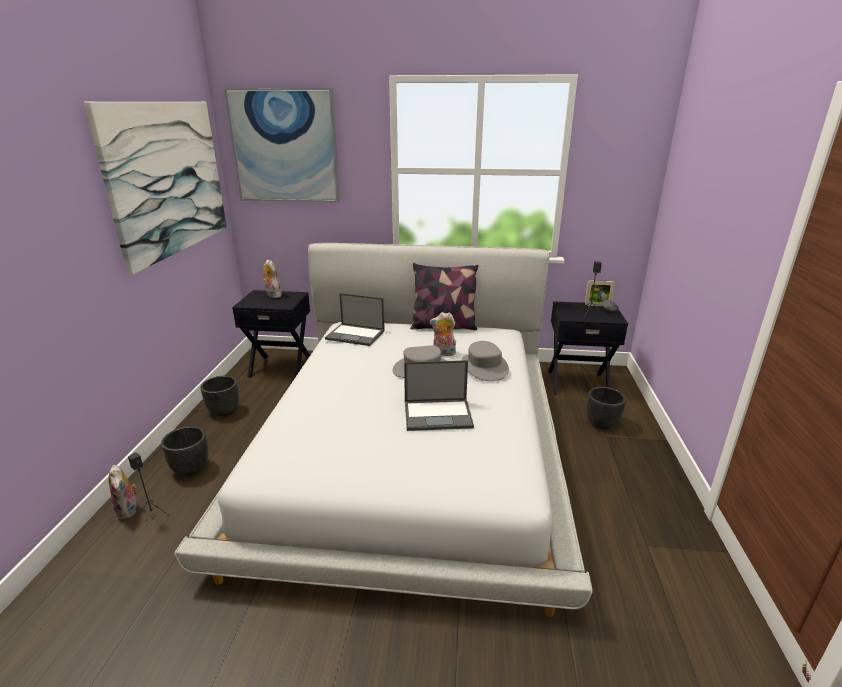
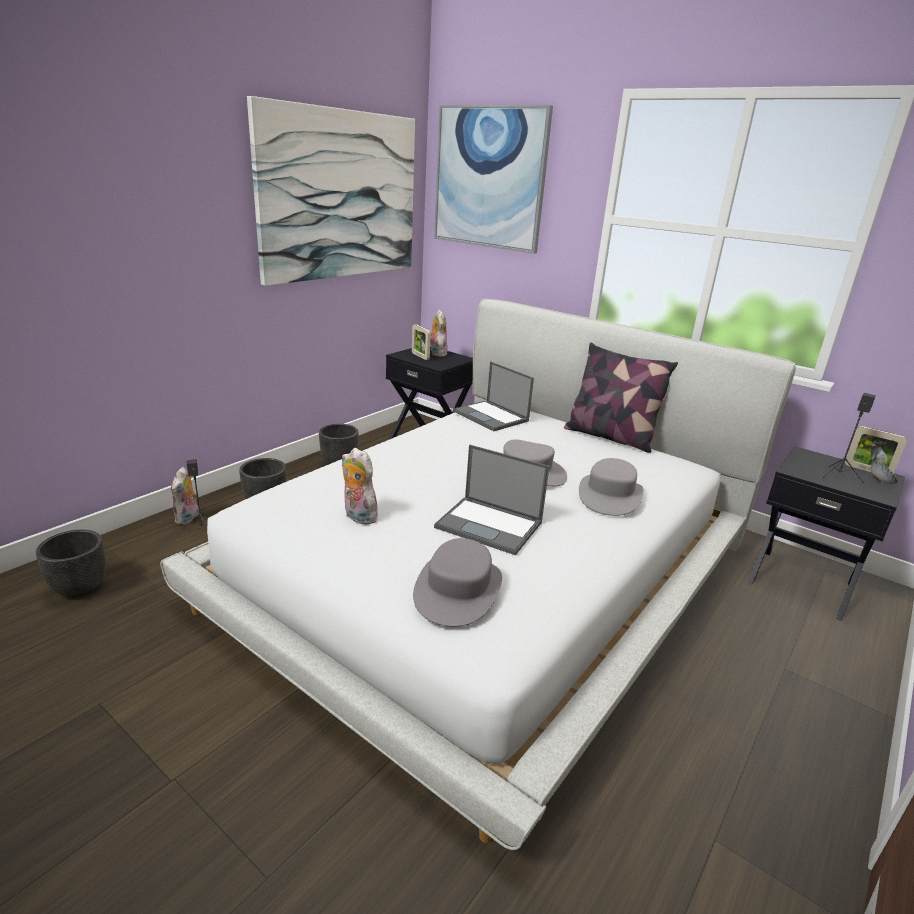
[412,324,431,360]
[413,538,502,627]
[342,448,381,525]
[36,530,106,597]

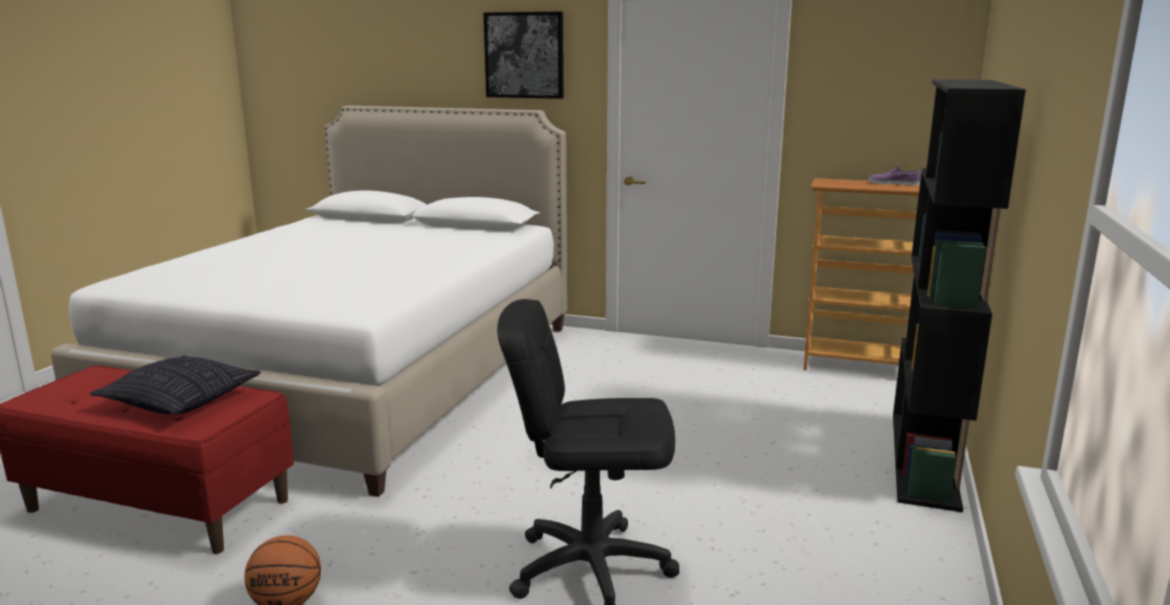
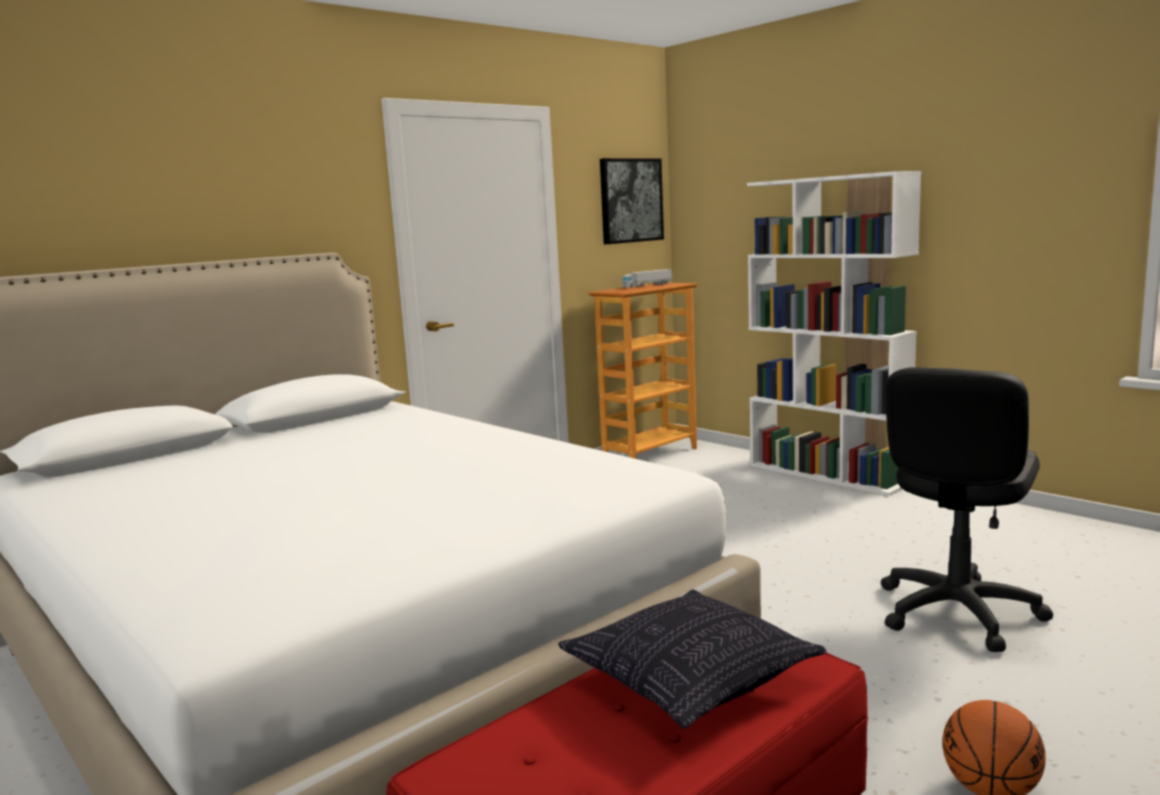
[600,158,664,244]
[622,269,672,288]
[747,171,921,496]

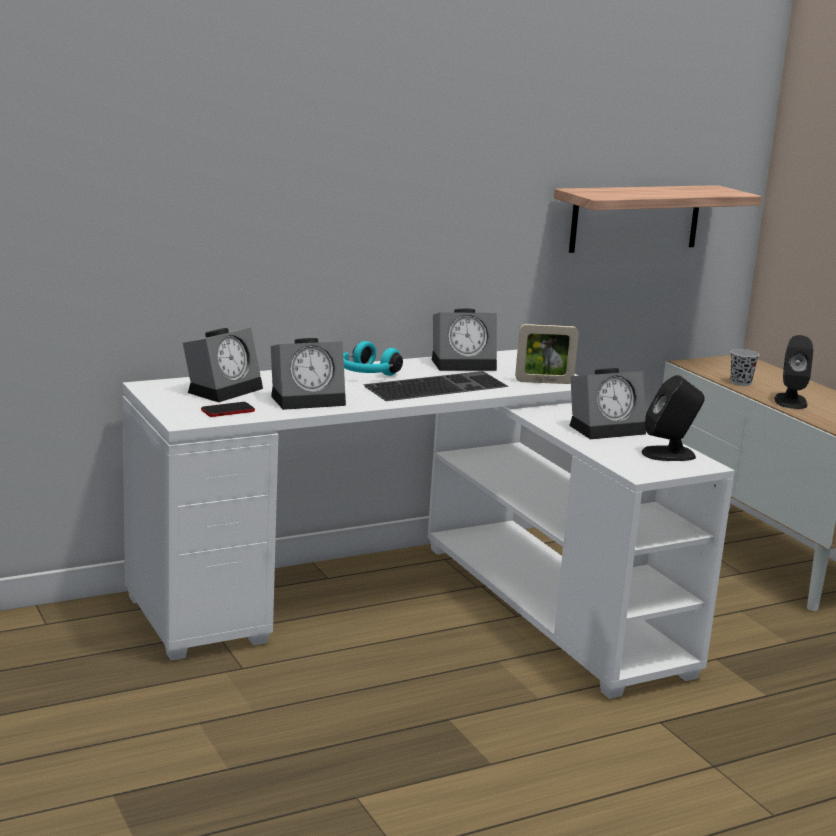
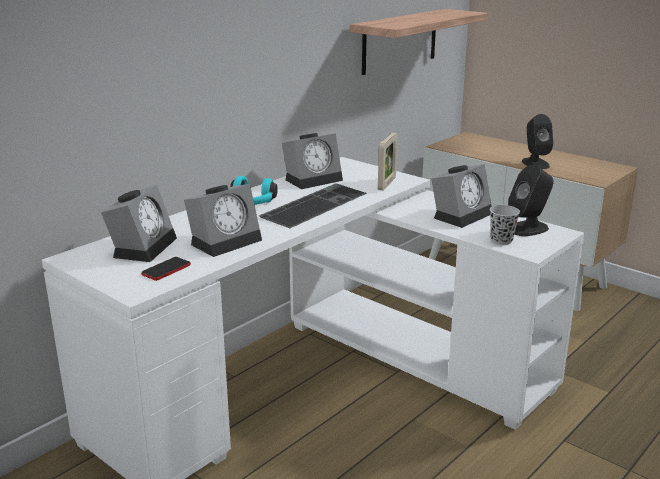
[490,205,520,245]
[378,133,398,191]

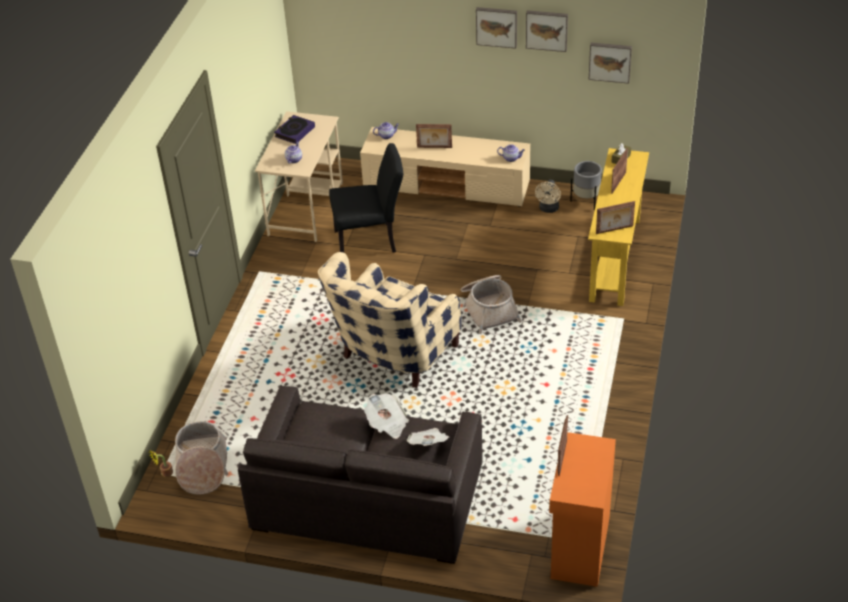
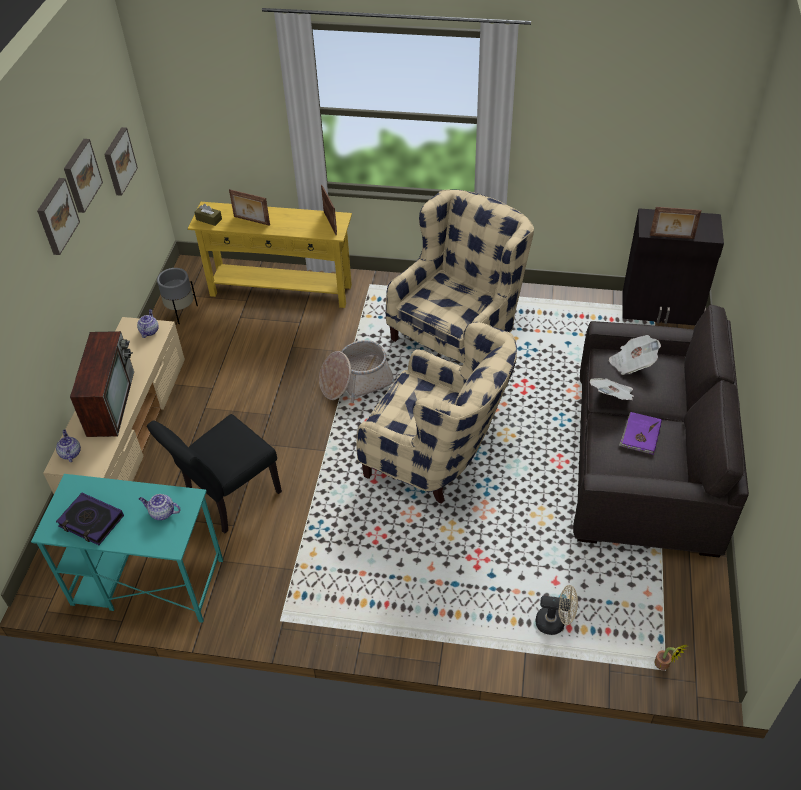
[175,421,228,495] (first image)
[386,189,534,363]
[619,412,662,454]
[536,585,578,635]
[70,331,134,437]
[31,474,223,623]
[622,208,724,325]
[147,414,282,533]

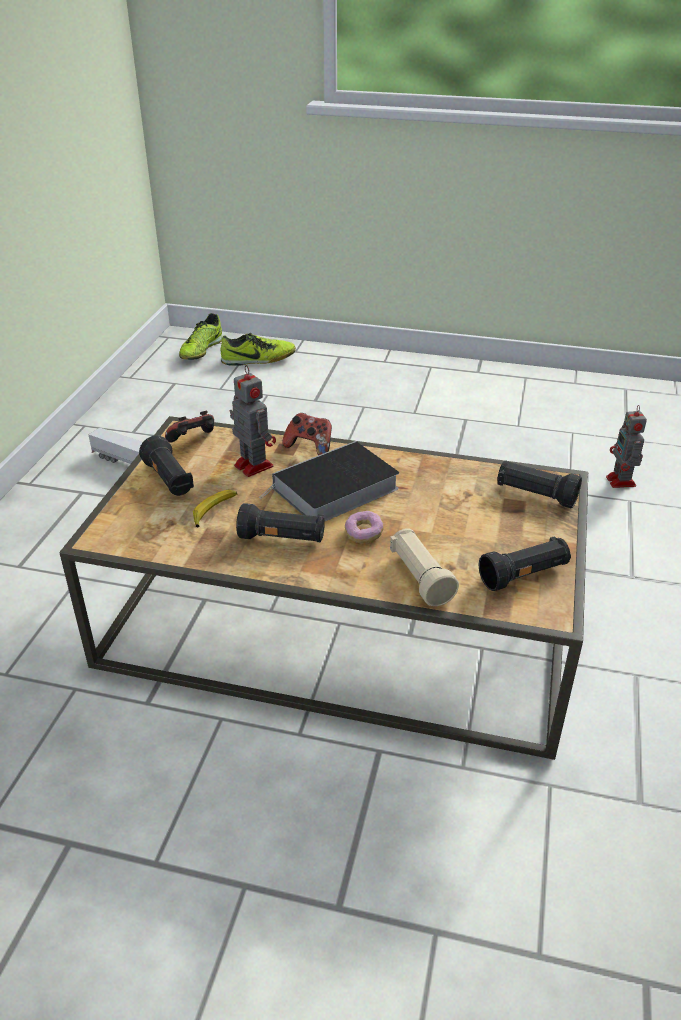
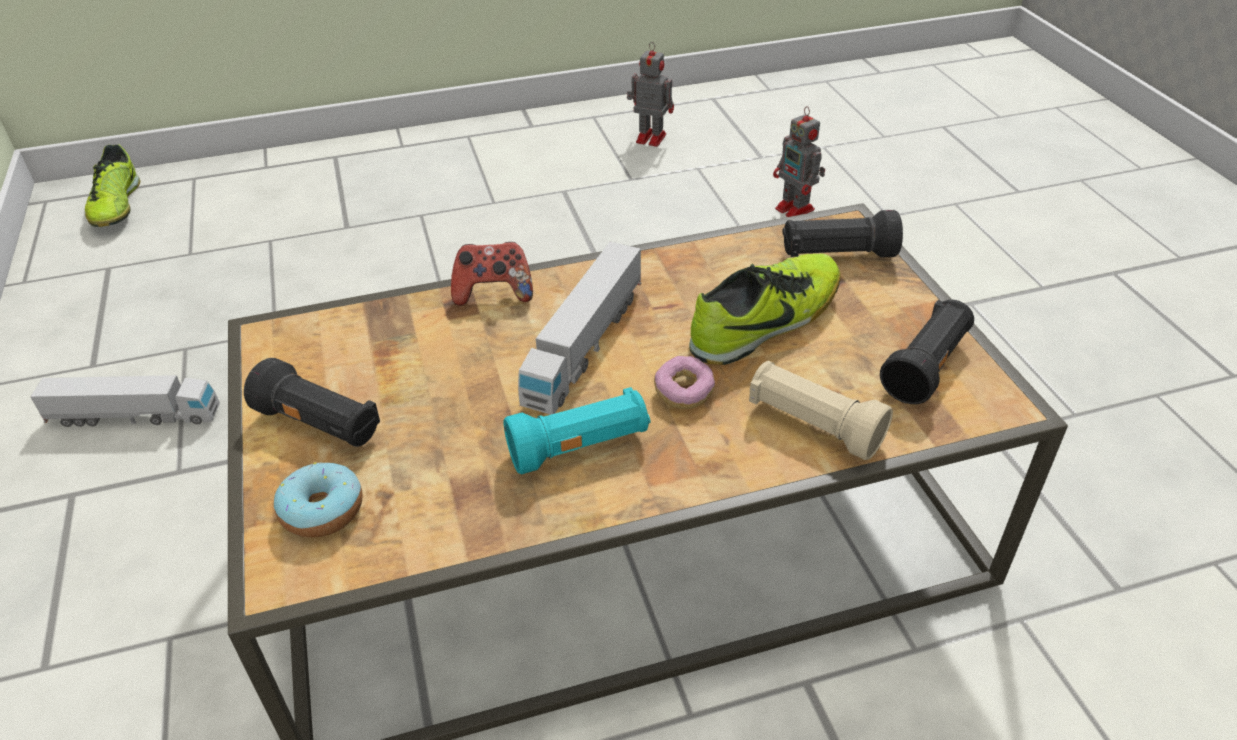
[165,411,214,442] (first image)
[193,489,237,527] (first image)
[274,462,363,538]
[689,254,841,365]
[627,42,674,147]
[518,242,642,415]
[503,387,650,474]

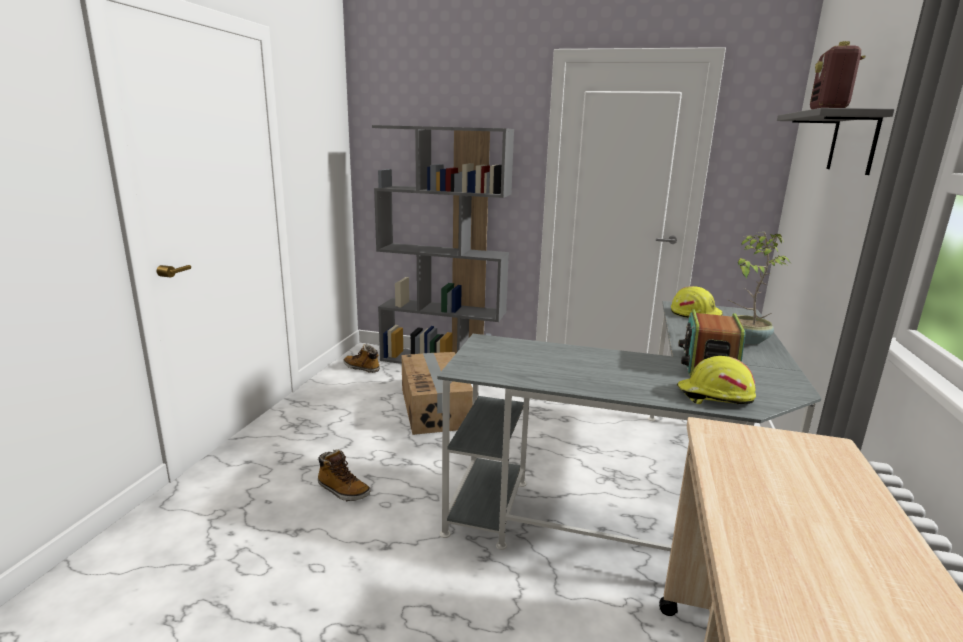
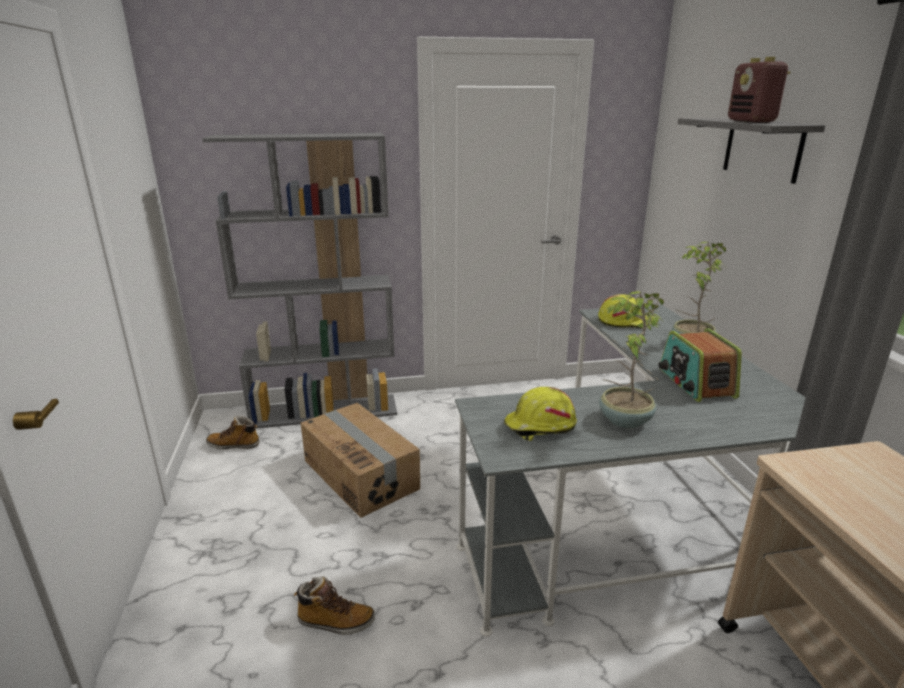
[599,291,664,428]
[504,387,577,441]

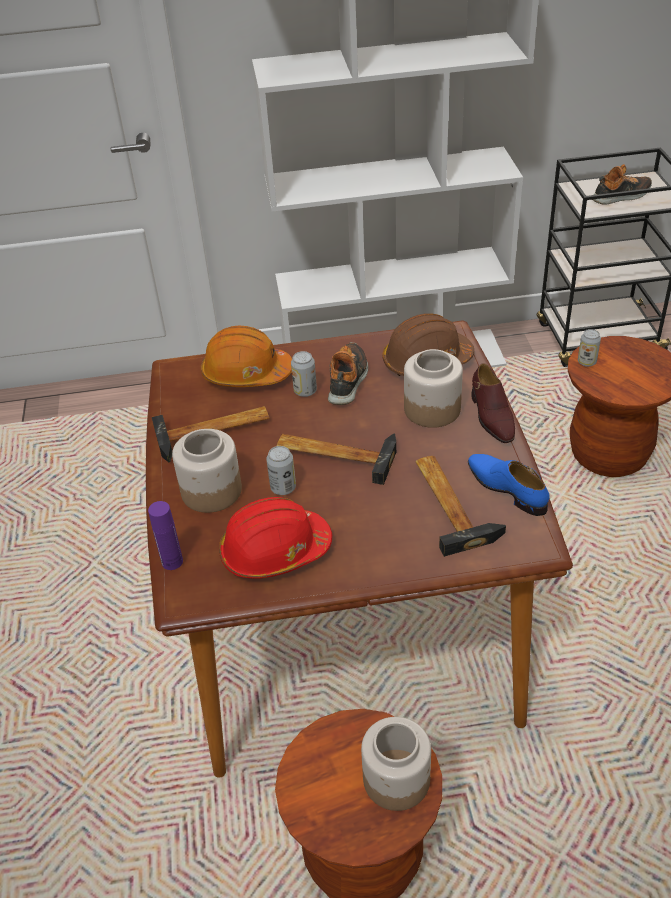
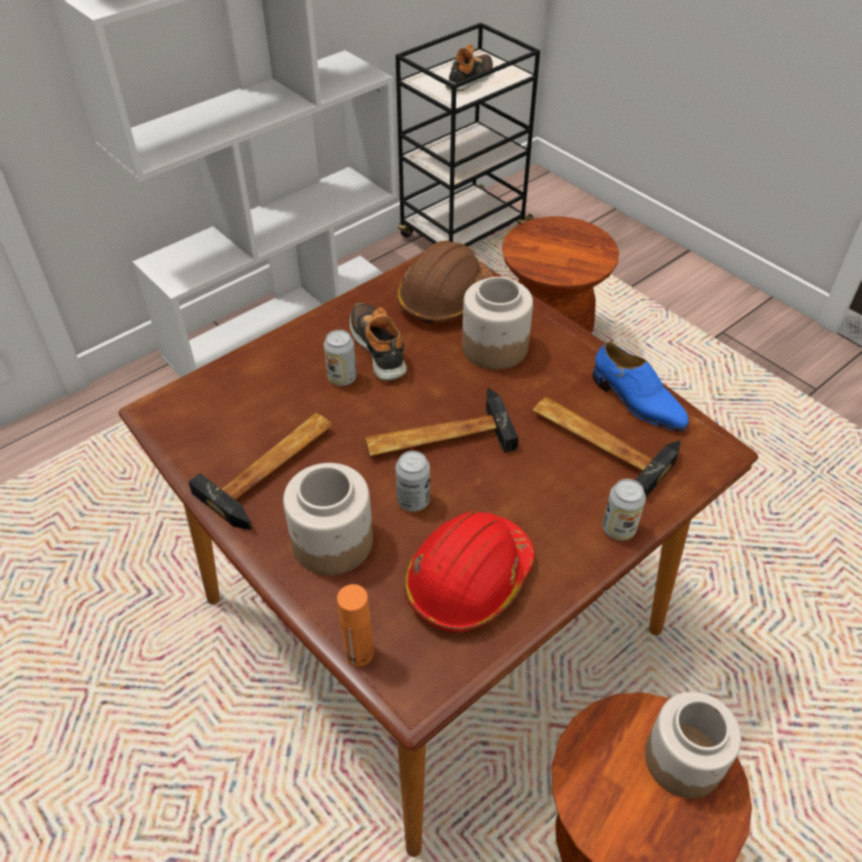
[201,325,292,387] (first image)
[471,363,515,443] (first image)
[602,479,646,541]
[337,584,374,667]
[593,342,689,431]

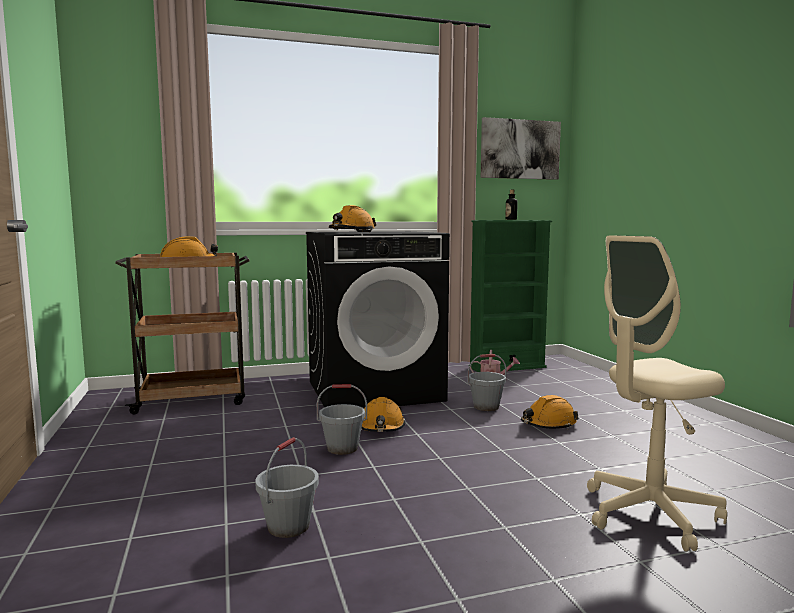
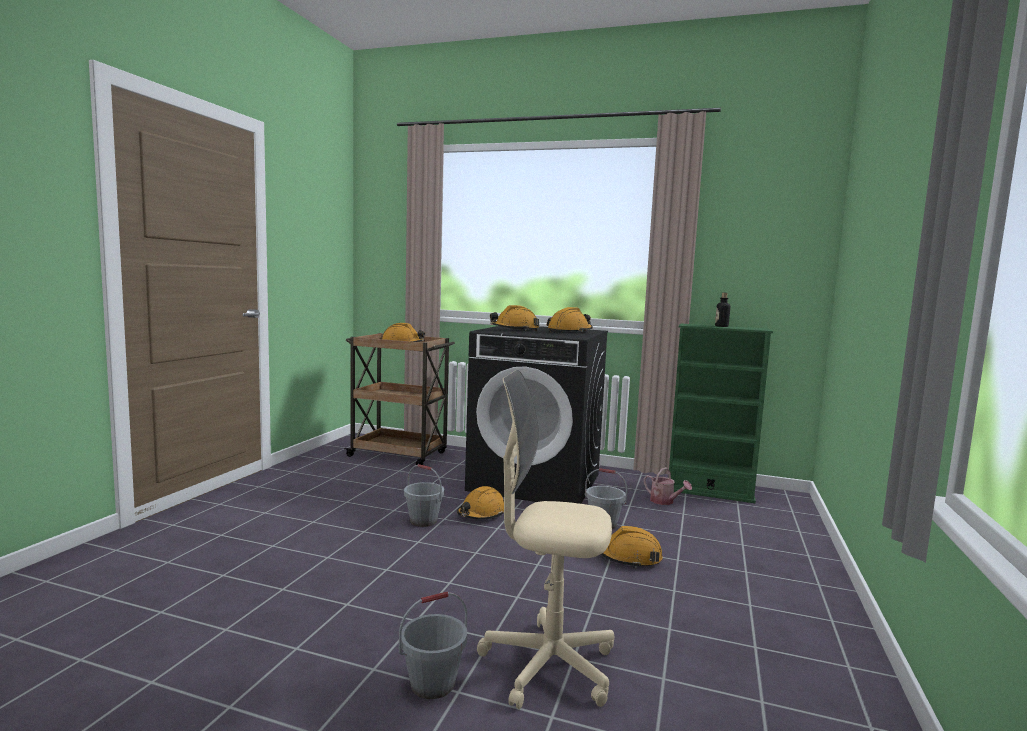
[481,117,561,180] (first image)
[546,307,593,333]
[399,592,467,699]

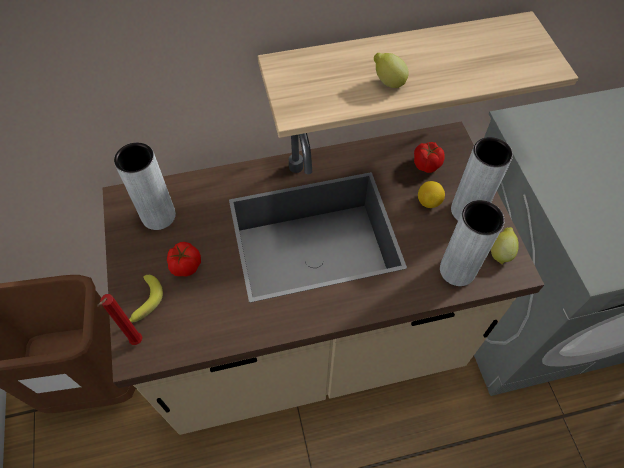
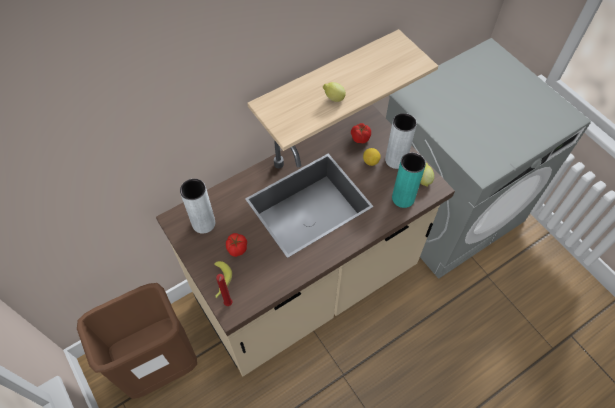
[392,153,426,208]

